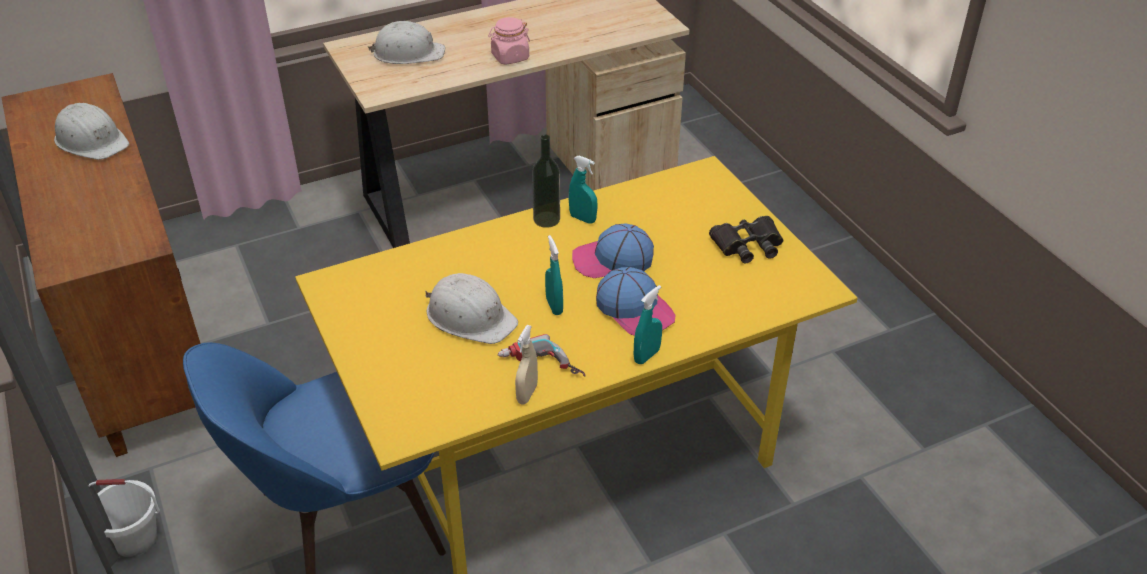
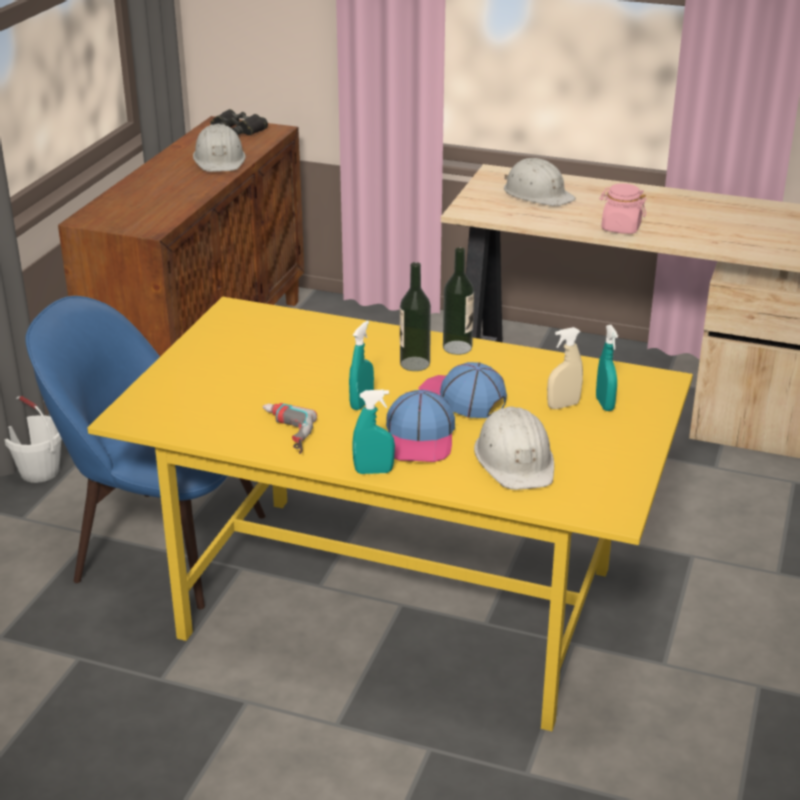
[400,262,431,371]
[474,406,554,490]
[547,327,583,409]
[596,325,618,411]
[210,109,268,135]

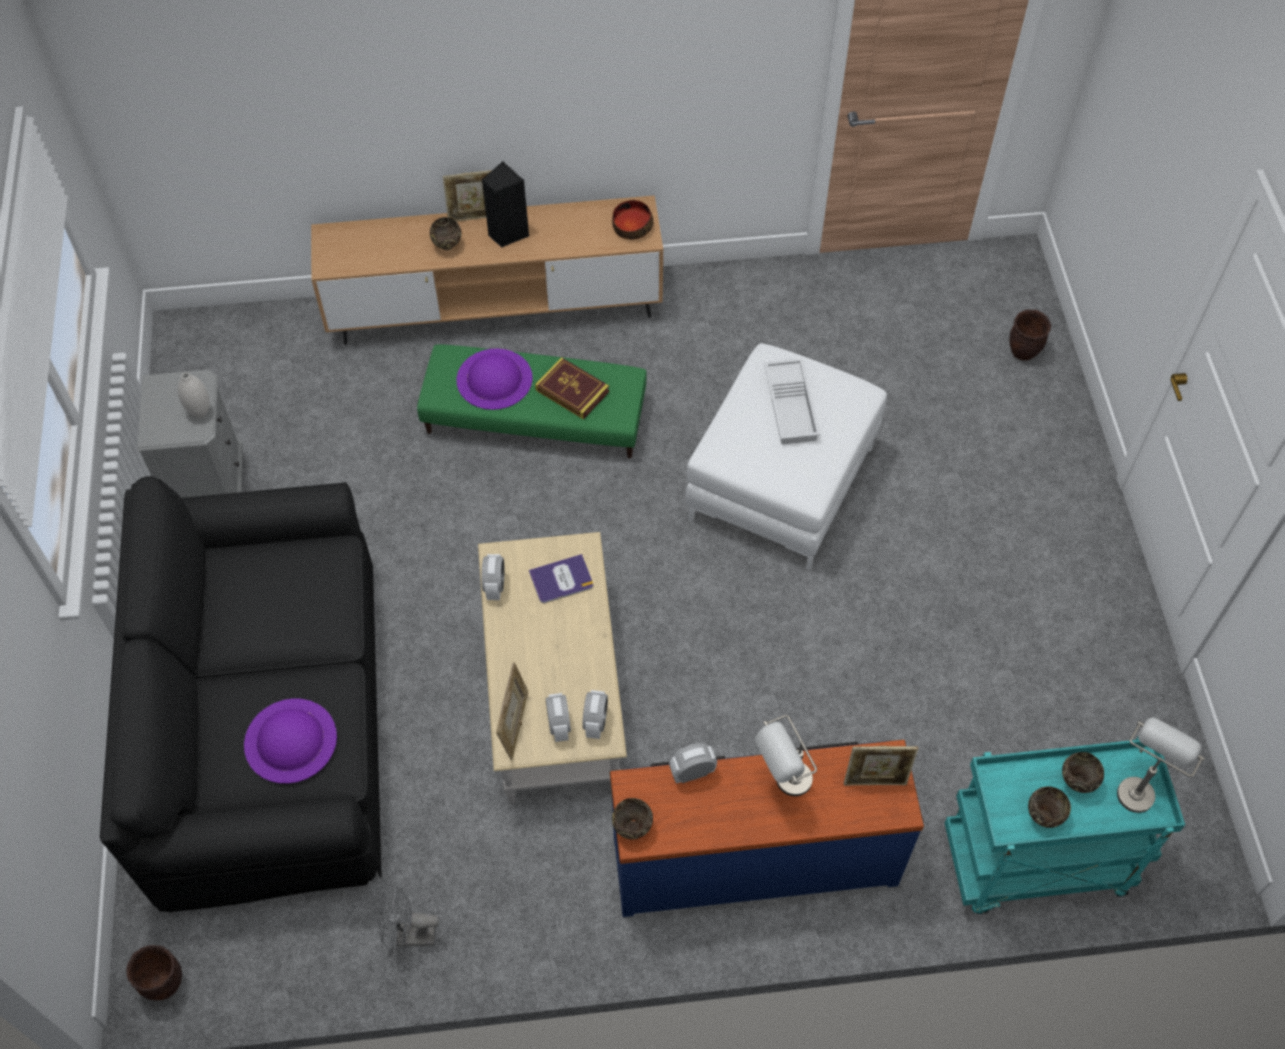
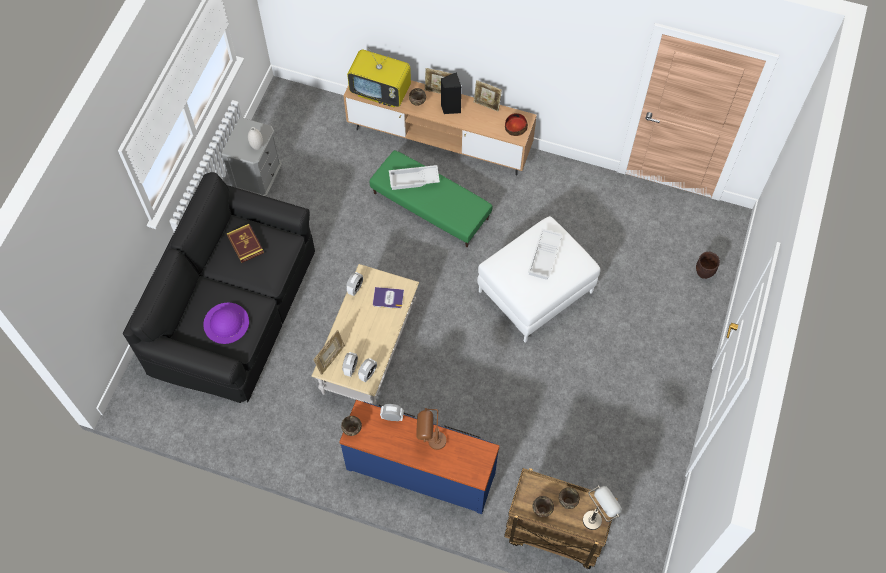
[126,945,182,1000] (first image)
[378,885,439,953] (first image)
[347,48,411,107]
[227,224,264,263]
[474,80,502,111]
[389,165,440,190]
[416,408,446,450]
[504,468,618,569]

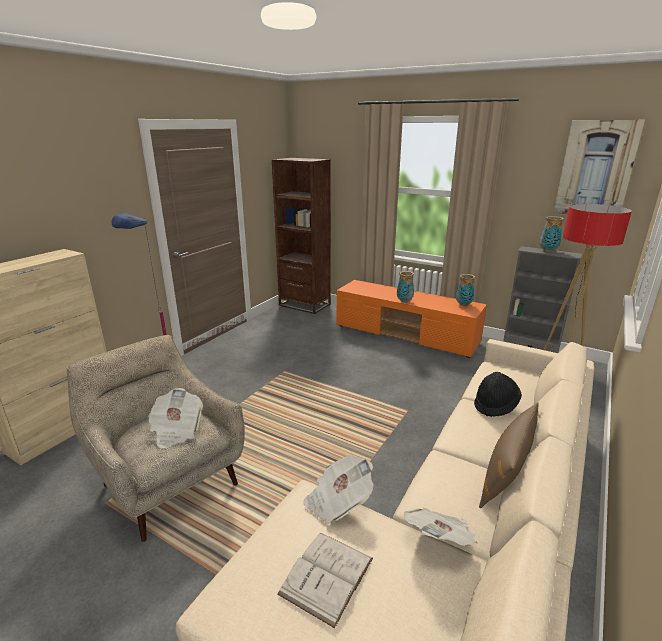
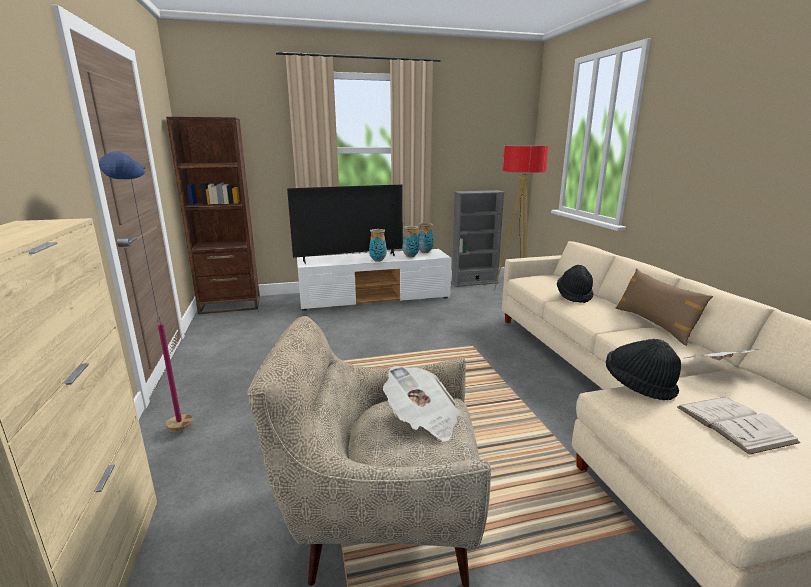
[553,120,645,215] (first image)
[287,185,403,264]
[402,226,419,257]
[606,339,681,400]
[297,249,452,311]

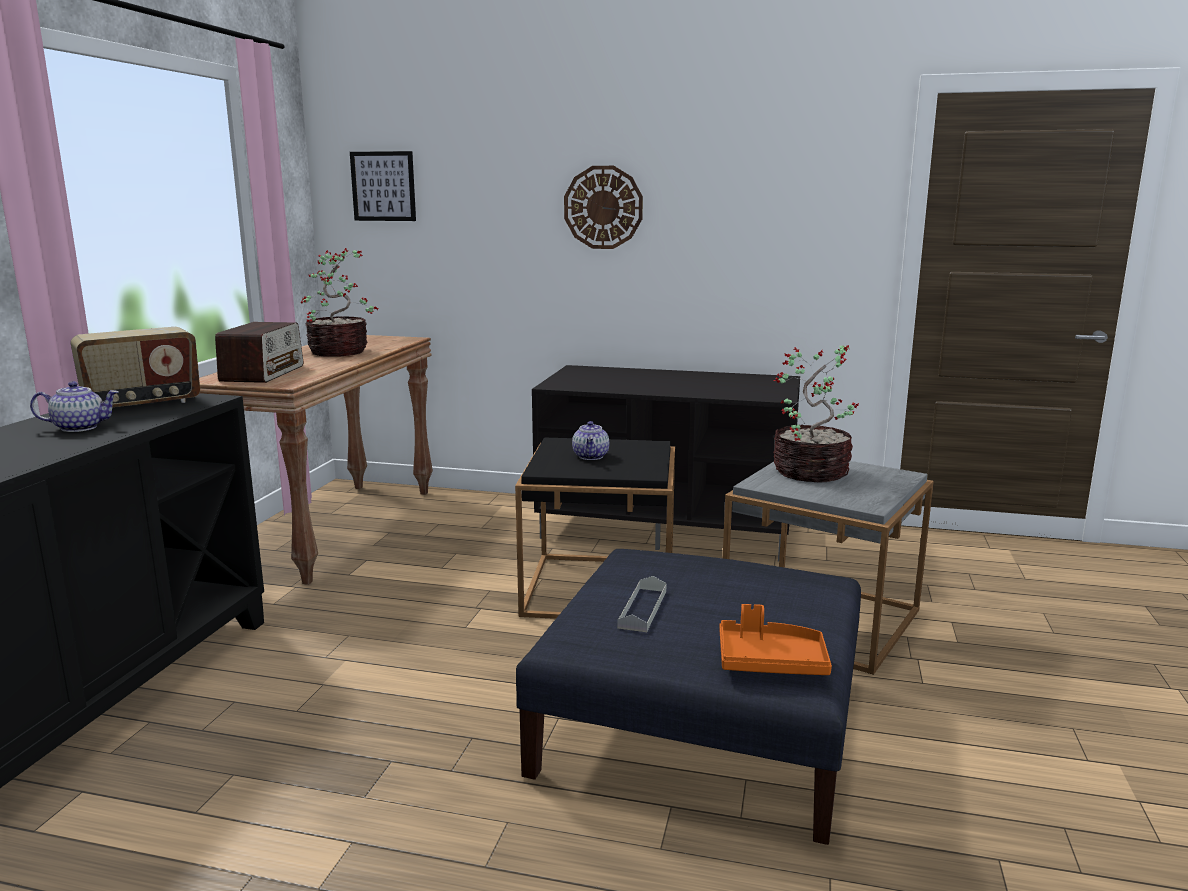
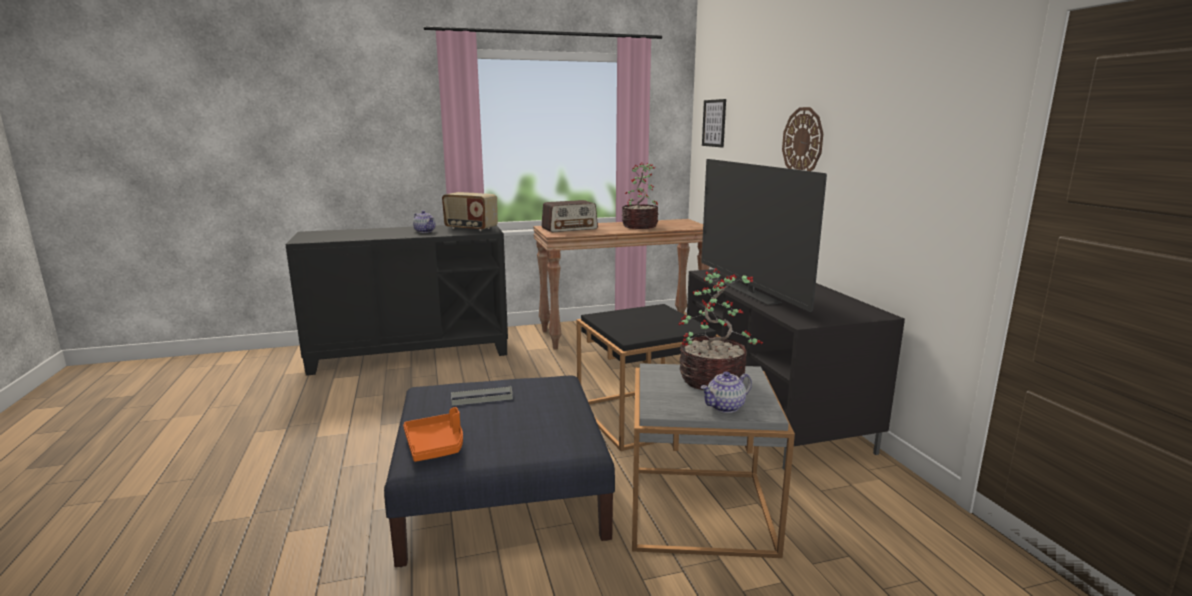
[701,159,827,312]
[700,371,752,413]

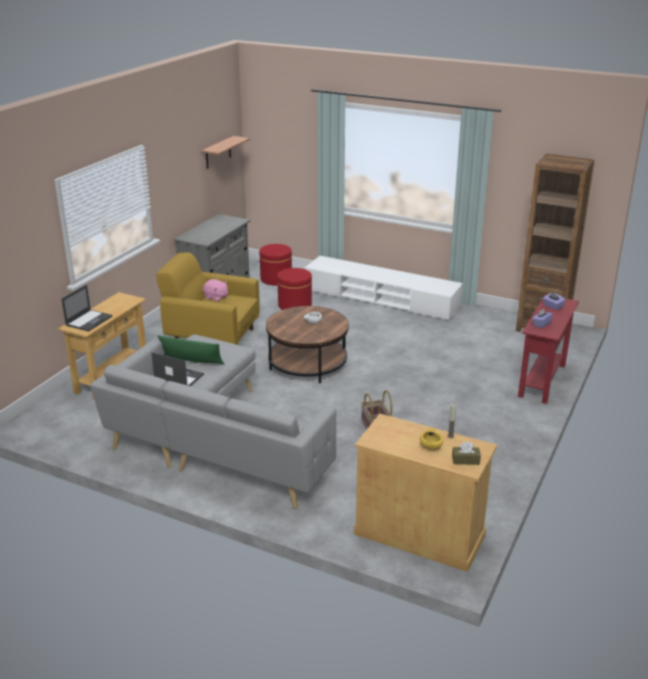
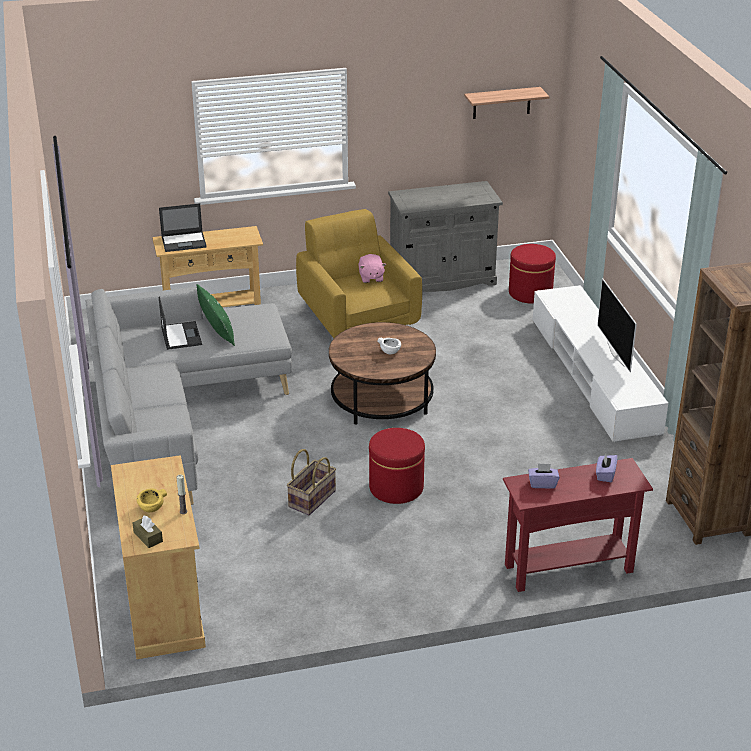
[597,278,637,372]
[369,428,425,504]

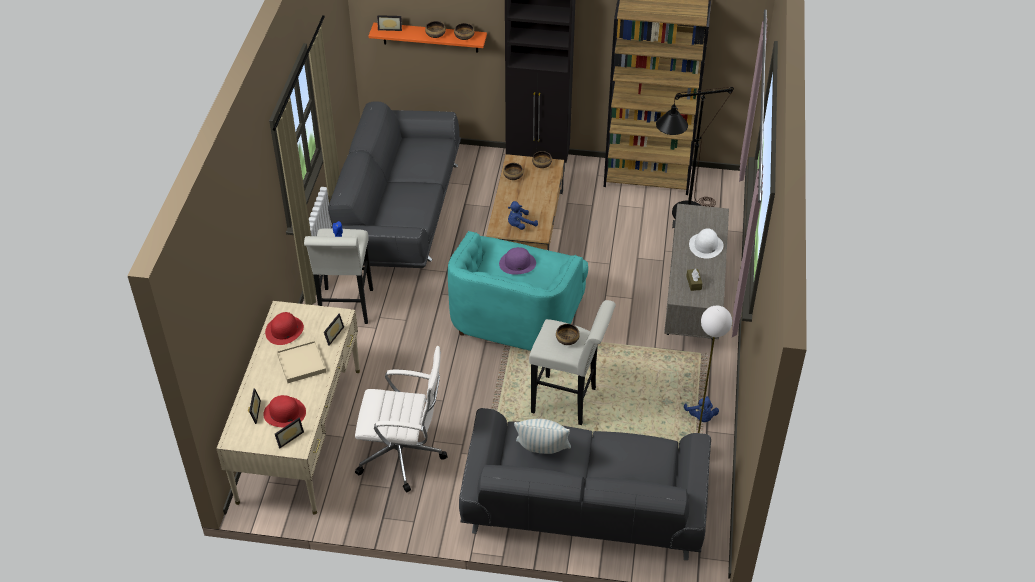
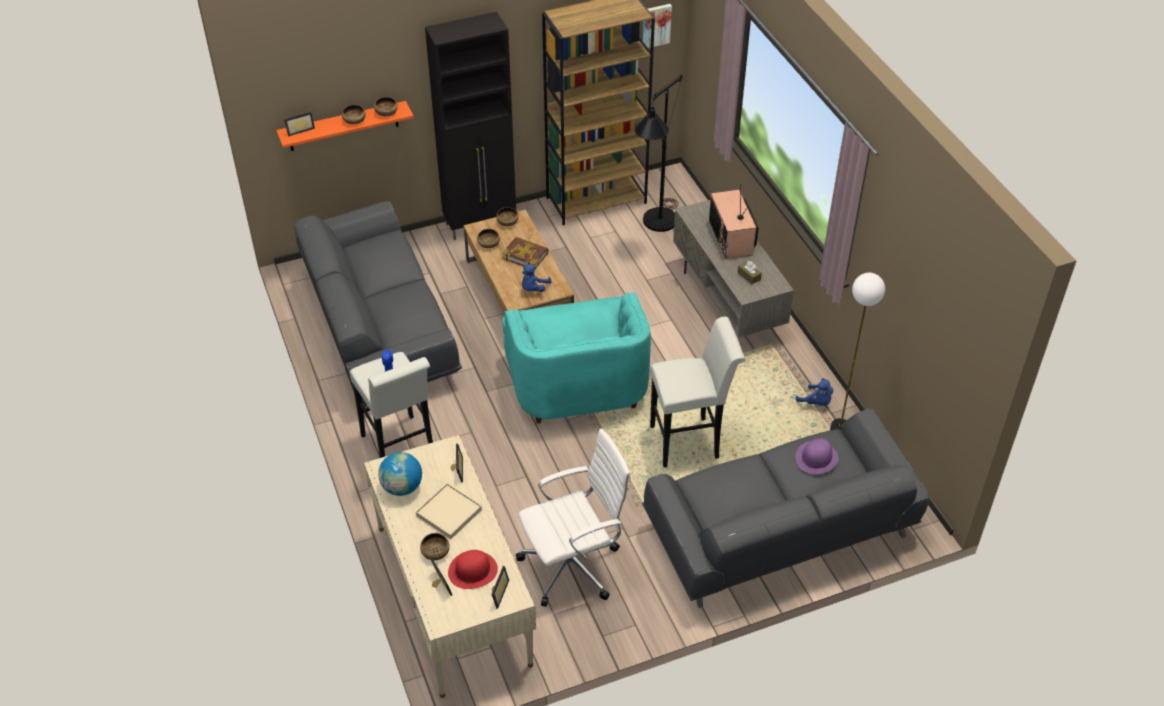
[514,419,571,454] (first image)
[502,237,549,269]
[643,4,672,48]
[795,438,839,474]
[420,533,450,560]
[378,452,422,496]
[709,183,759,259]

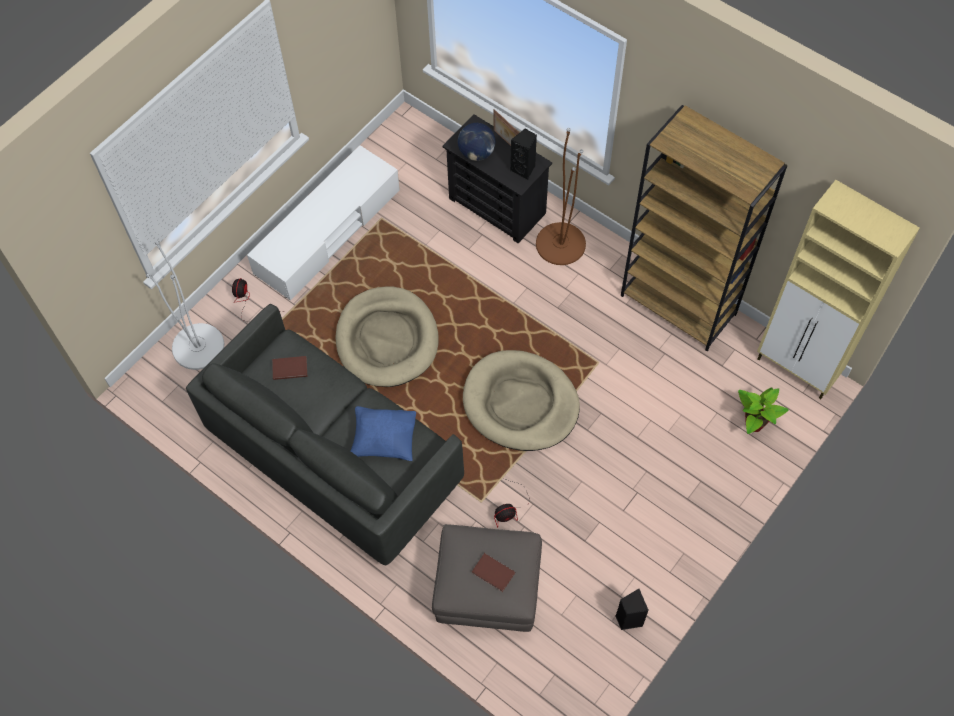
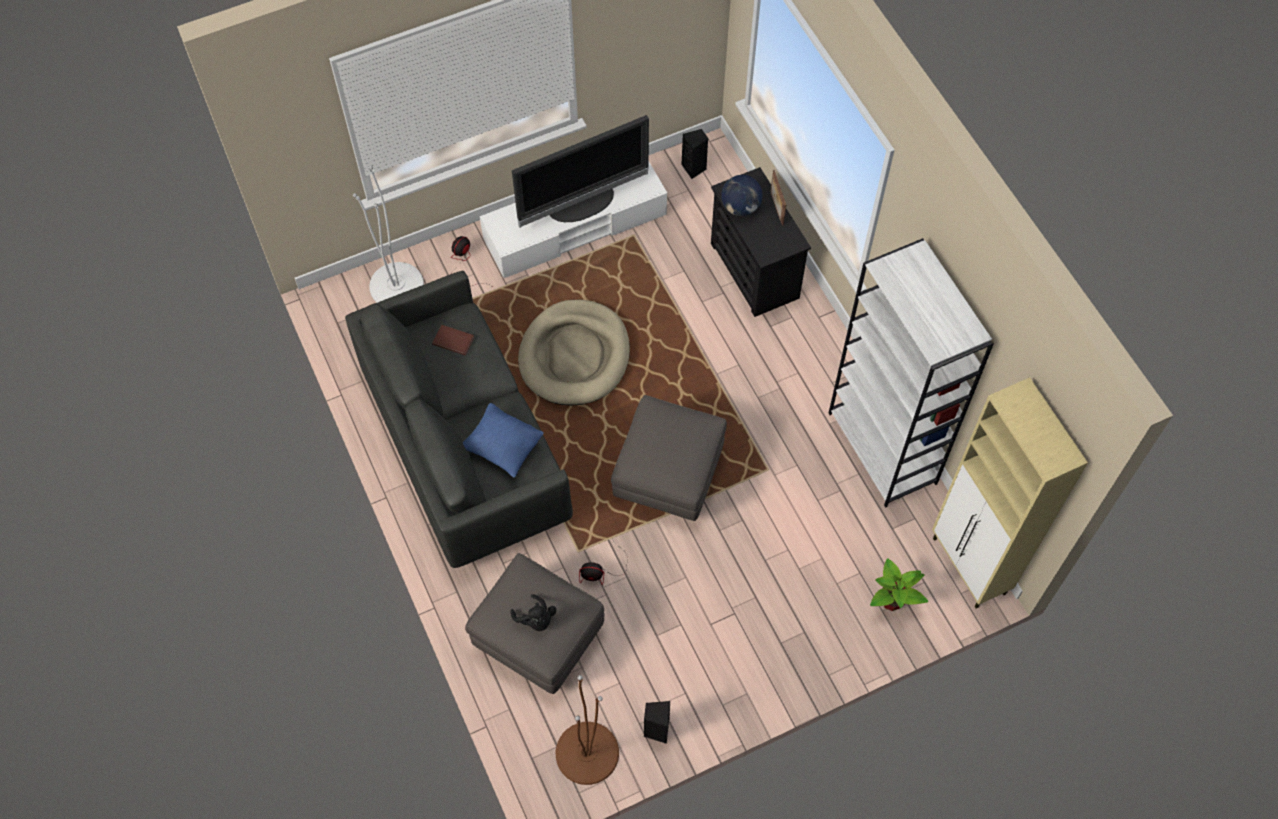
[512,115,649,228]
[681,129,708,179]
[556,675,619,785]
[611,395,727,521]
[511,594,556,631]
[829,238,994,508]

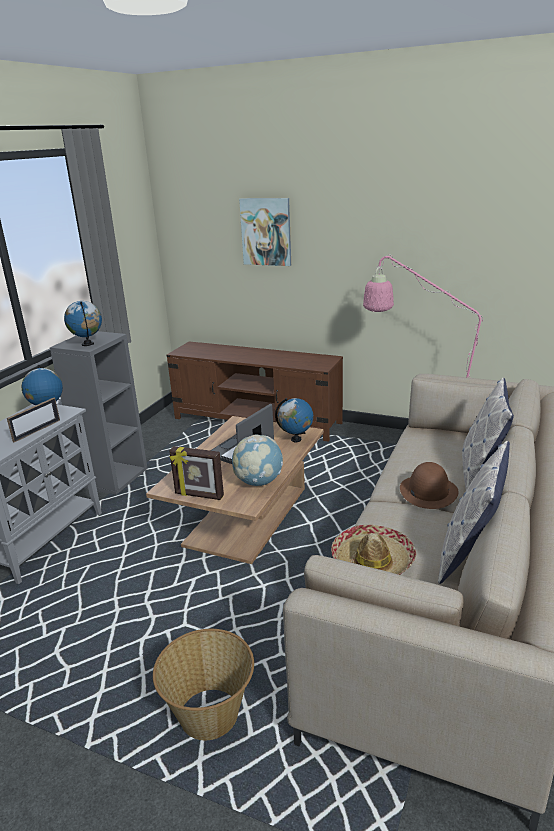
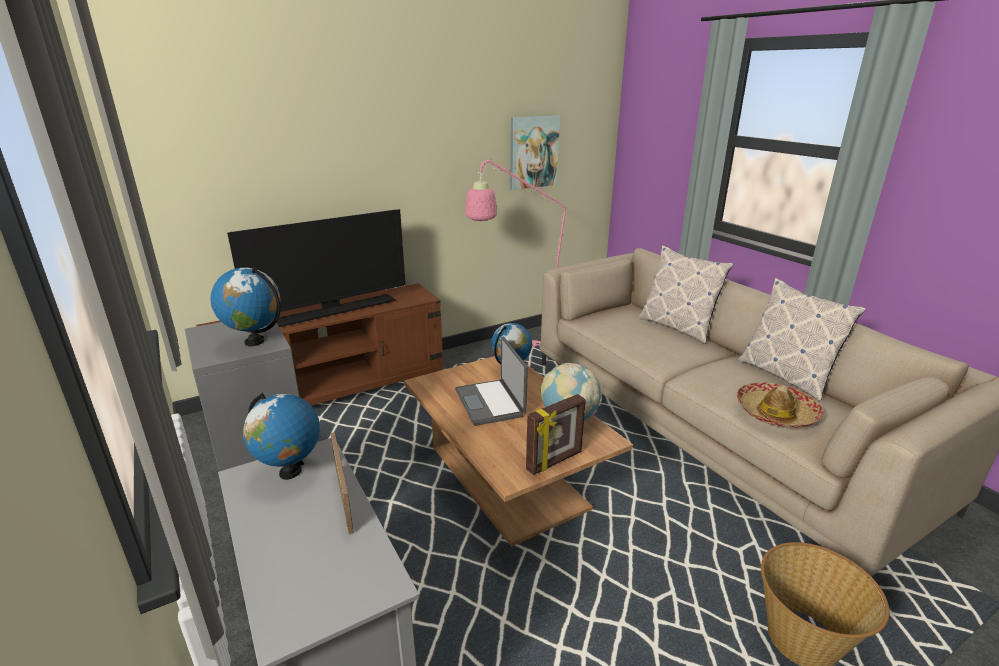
[400,462,459,509] (first image)
[227,209,406,327]
[510,115,560,190]

